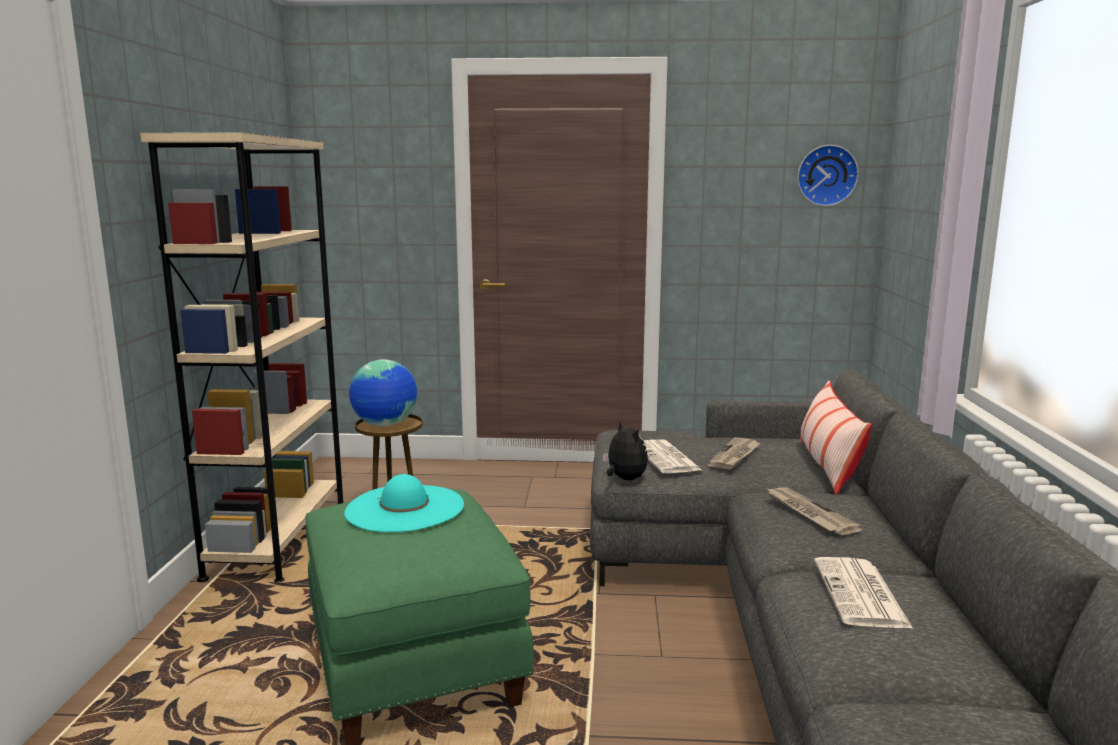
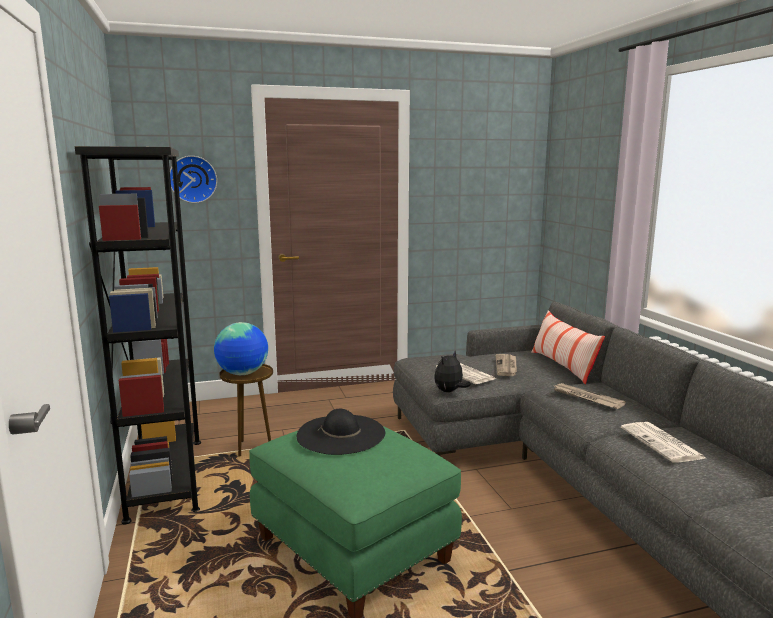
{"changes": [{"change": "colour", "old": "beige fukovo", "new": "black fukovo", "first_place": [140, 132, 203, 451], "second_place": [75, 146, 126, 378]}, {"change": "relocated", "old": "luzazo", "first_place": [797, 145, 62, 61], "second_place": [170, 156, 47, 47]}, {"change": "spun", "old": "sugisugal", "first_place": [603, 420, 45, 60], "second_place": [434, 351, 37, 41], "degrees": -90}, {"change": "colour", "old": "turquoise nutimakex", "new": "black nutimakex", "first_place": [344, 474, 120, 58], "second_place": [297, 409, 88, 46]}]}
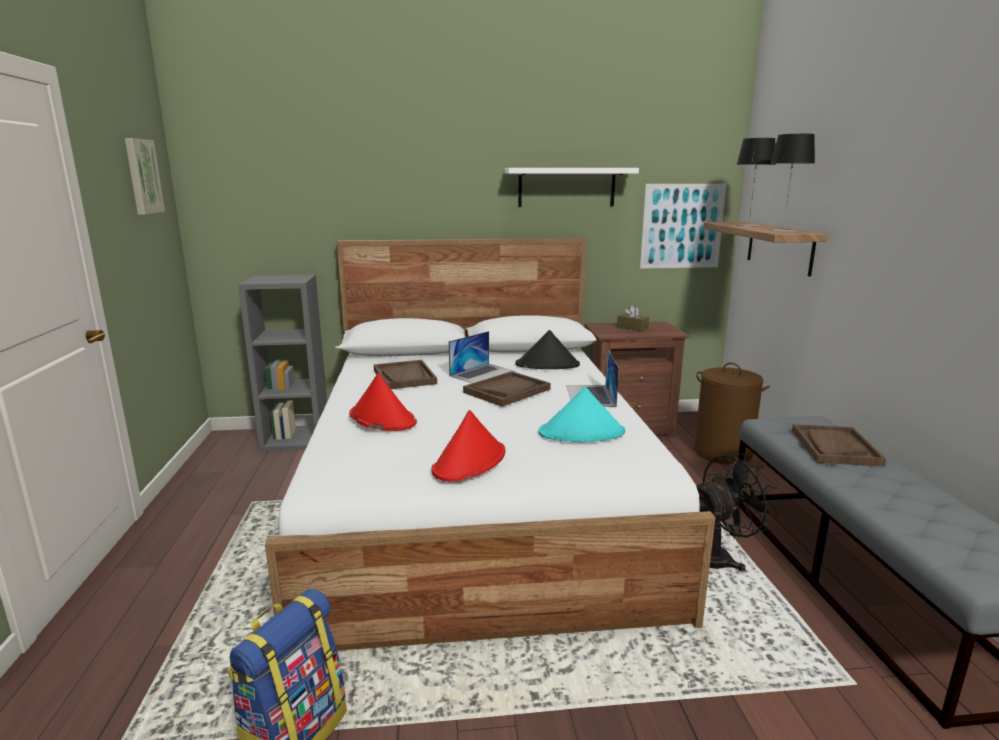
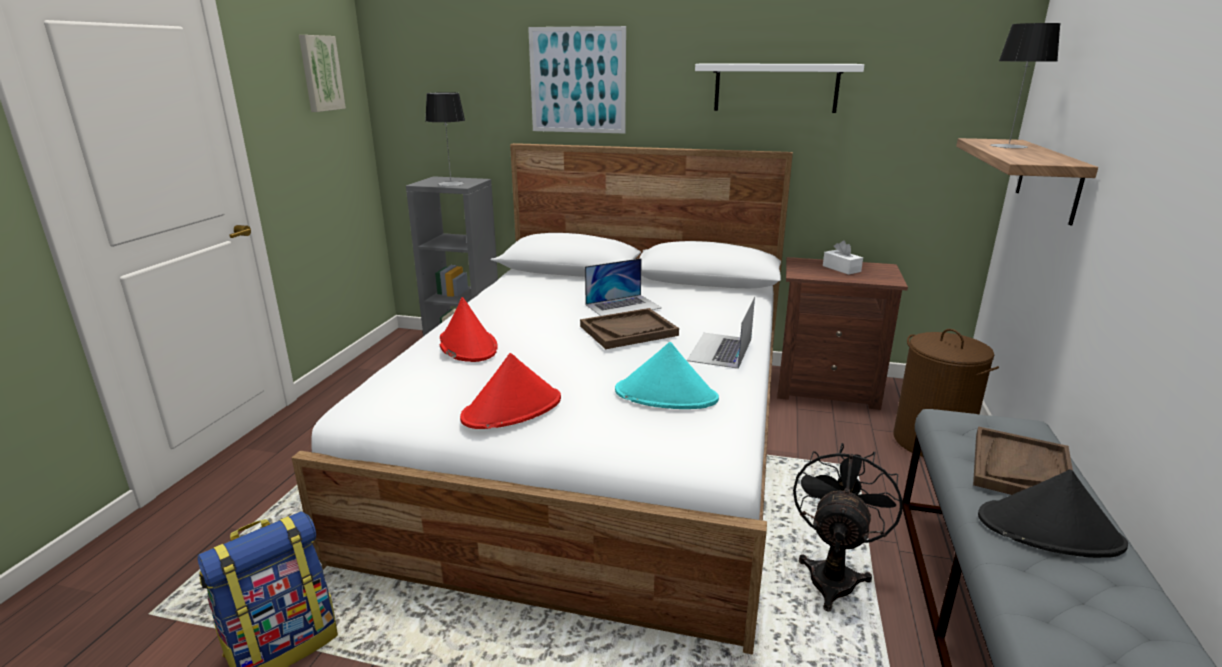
{"changes": [{"change": "relocated", "old": "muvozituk", "first_place": [770, 134, 45, 98], "second_place": [425, 92, 40, 94]}, {"change": "relocated", "old": "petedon", "first_place": [640, 184, 87, 85], "second_place": [528, 26, 98, 108]}, {"change": "colour", "old": "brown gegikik", "new": "white gegikik", "first_place": [617, 305, 32, 26], "second_place": [823, 241, 40, 34]}, {"change": "relocated", "old": "black nutimakex", "first_place": [515, 330, 65, 39], "second_place": [978, 469, 150, 89]}, {"change": "missing", "old": "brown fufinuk", "first_place": [374, 360, 63, 29]}, {"change": "spun", "old": "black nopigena", "first_place": [696, 453, 83, 119], "second_place": [793, 443, 110, 168], "degrees": -60}]}
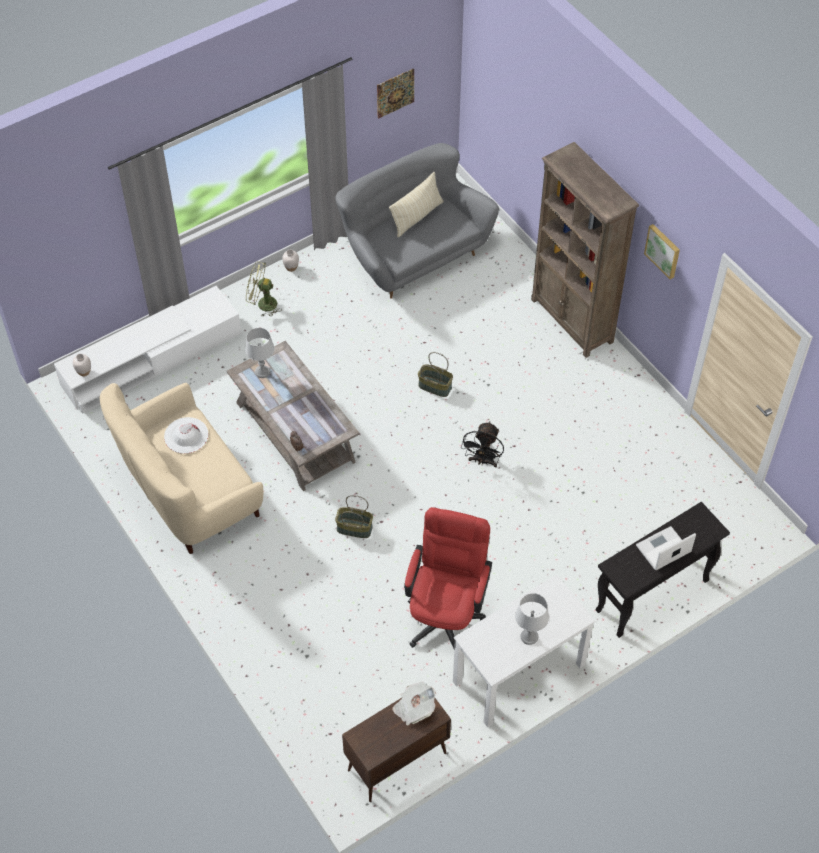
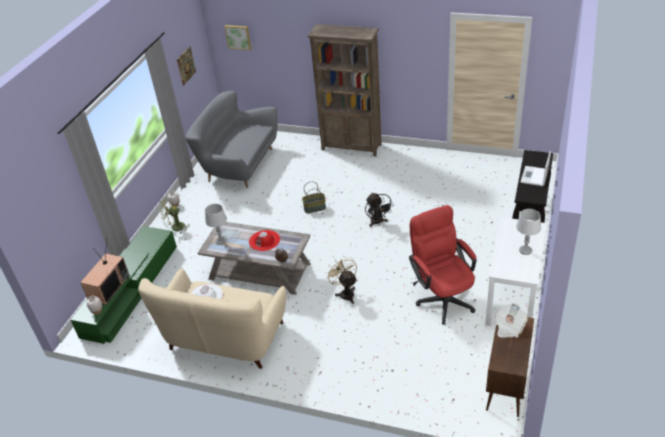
{"changes": [{"change": "missing", "old": "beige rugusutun", "first_place": [389, 172, 55, 65]}, {"change": "relocated", "old": "petedon", "first_place": [644, 224, 36, 55], "second_place": [224, 25, 27, 25]}, {"change": "colour", "old": "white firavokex", "new": "green firavokex", "first_place": [54, 286, 187, 127], "second_place": [71, 226, 106, 118]}, {"change": "exchanged", "old": "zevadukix", "new": "beige nopigena", "first_place": [335, 495, 38, 43], "second_place": [326, 256, 31, 48]}, {"change": "appeared", "new": "red nutimakex", "second_place": [249, 230, 31, 21]}, {"change": "appeared", "new": "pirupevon", "second_place": [80, 237, 49, 68]}]}
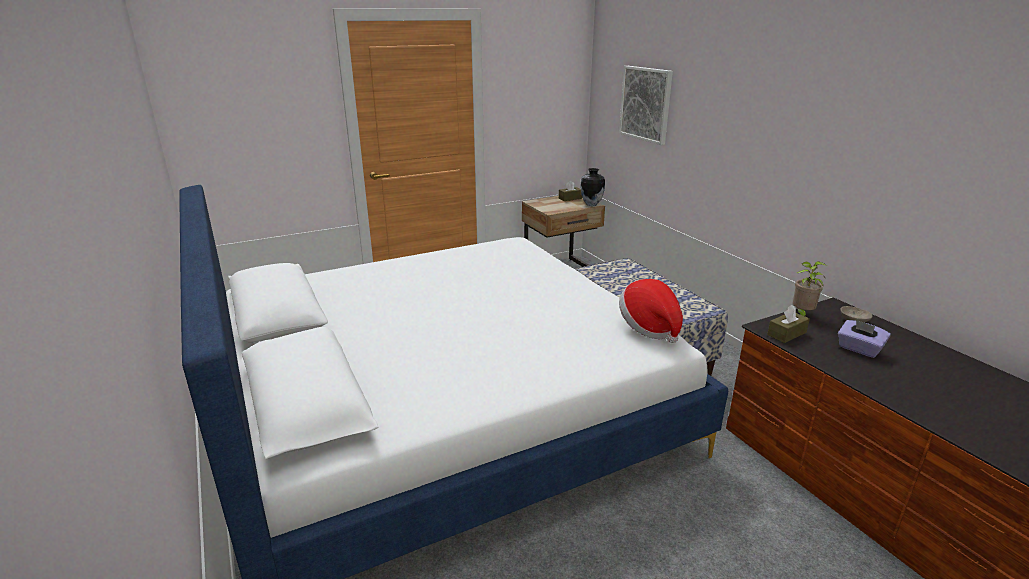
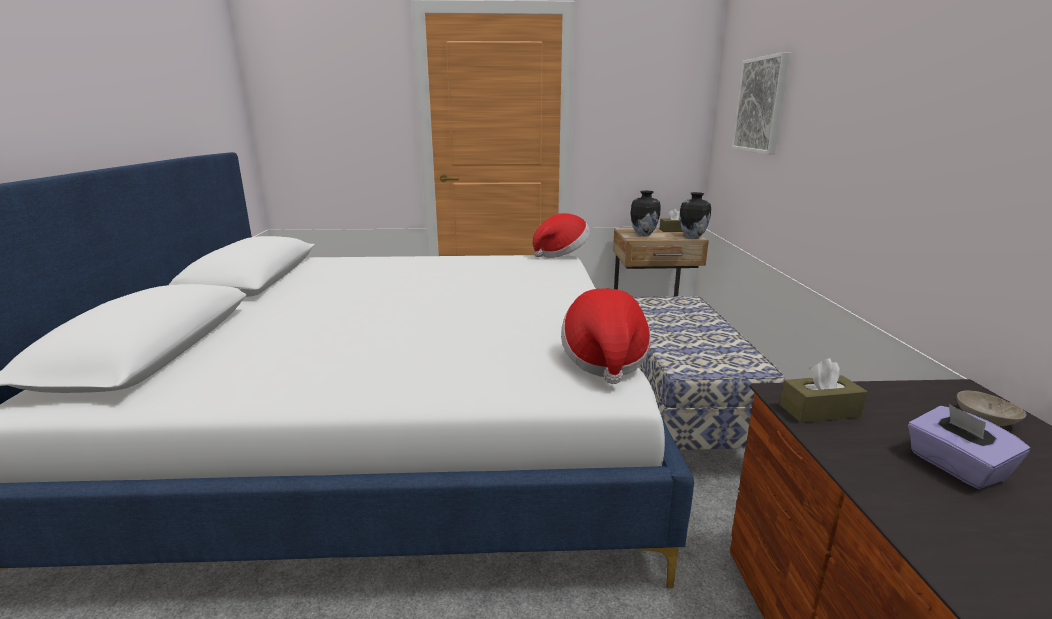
{"changes": [{"change": "missing", "old": "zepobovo", "first_place": [793, 261, 34, 55]}, {"change": "appeared", "new": "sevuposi", "second_place": [631, 191, 30, 45]}, {"change": "appeared", "new": "nutimakex", "second_place": [533, 213, 57, 45]}]}
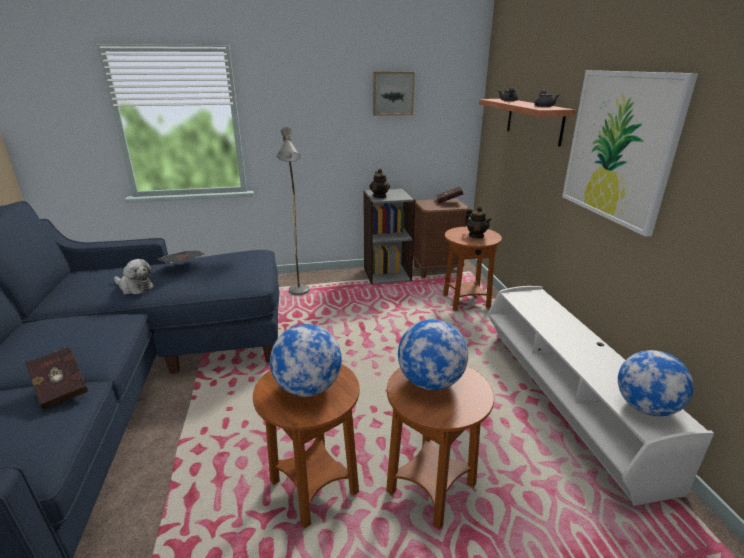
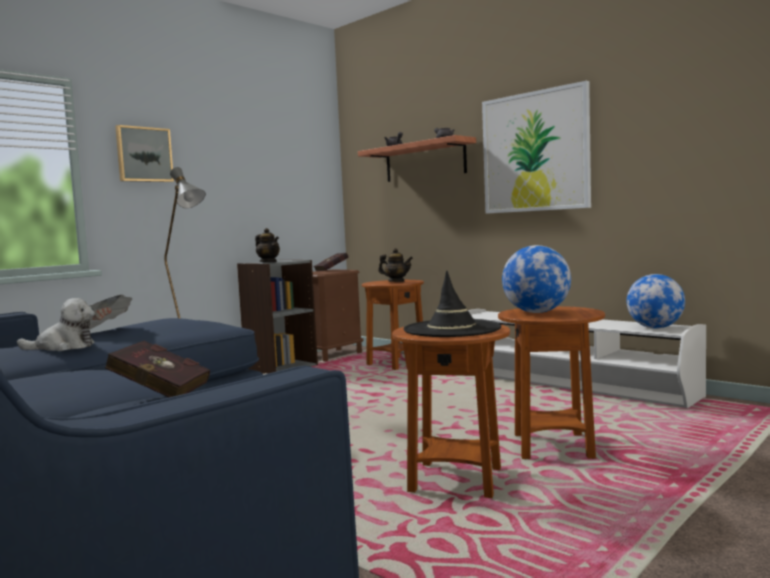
{"changes": [{"change": "relocated", "old": "petedon", "first_place": [373, 72, 42, 44], "second_place": [115, 125, 59, 57]}, {"change": "exchanged", "old": "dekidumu", "new": "black nutimakex", "first_place": [270, 324, 72, 73], "second_place": [404, 271, 97, 66]}]}
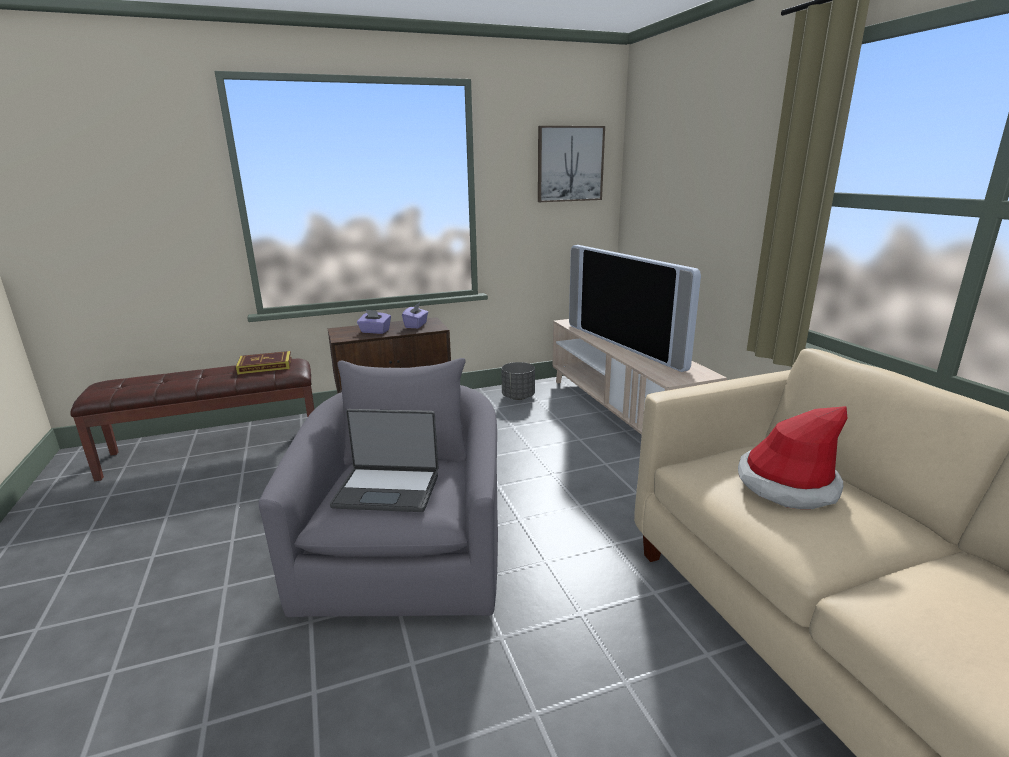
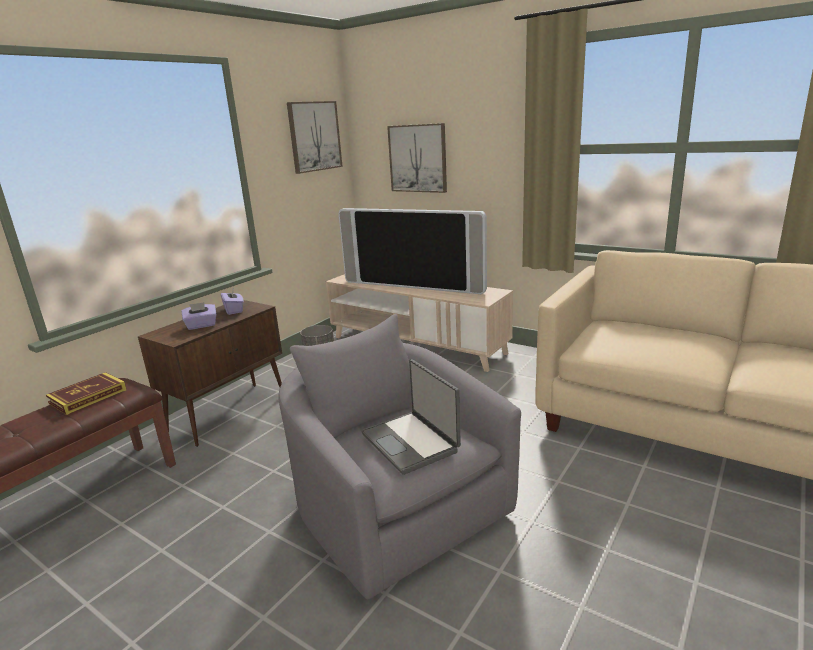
{"changes": [{"change": "missing", "old": "nutimakex", "first_place": [738, 406, 109, 103]}, {"change": "spun", "old": "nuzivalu", "first_place": [330, 409, 108, 103], "second_place": [361, 359, 100, 116], "degrees": 90}, {"change": "appeared", "new": "petedon", "second_place": [387, 123, 60, 70]}]}
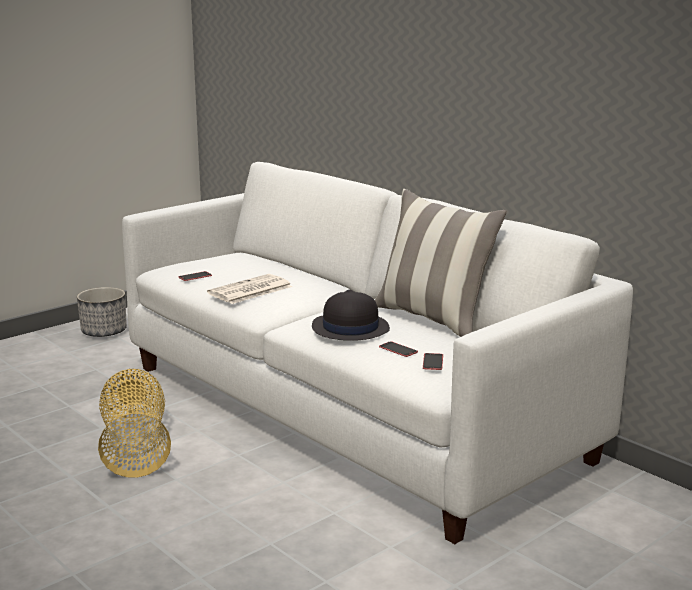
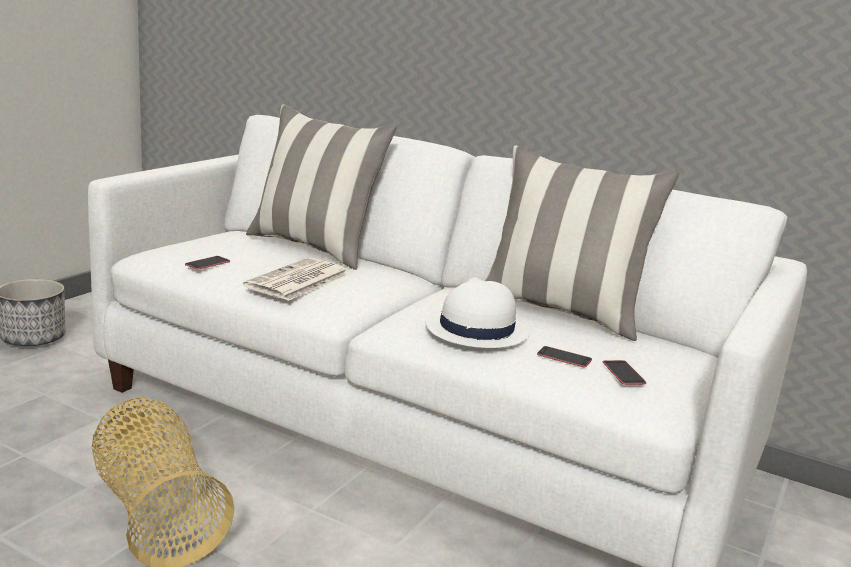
{"changes": [{"change": "colour", "old": "black nutimakex", "new": "white nutimakex", "first_place": [312, 289, 78, 52], "second_place": [425, 277, 104, 71]}, {"change": "appeared", "new": "rugusutun", "second_place": [246, 104, 151, 166]}]}
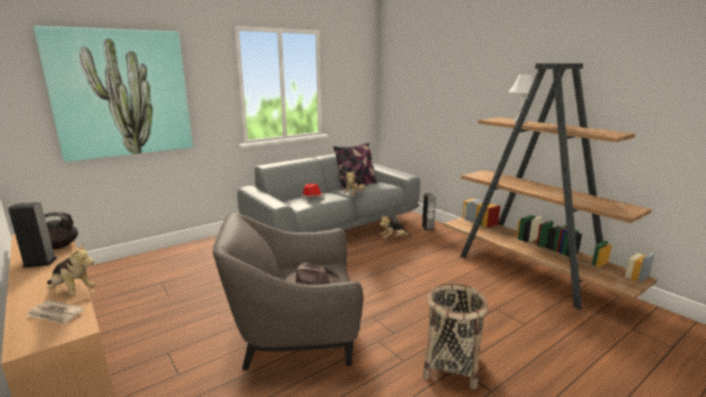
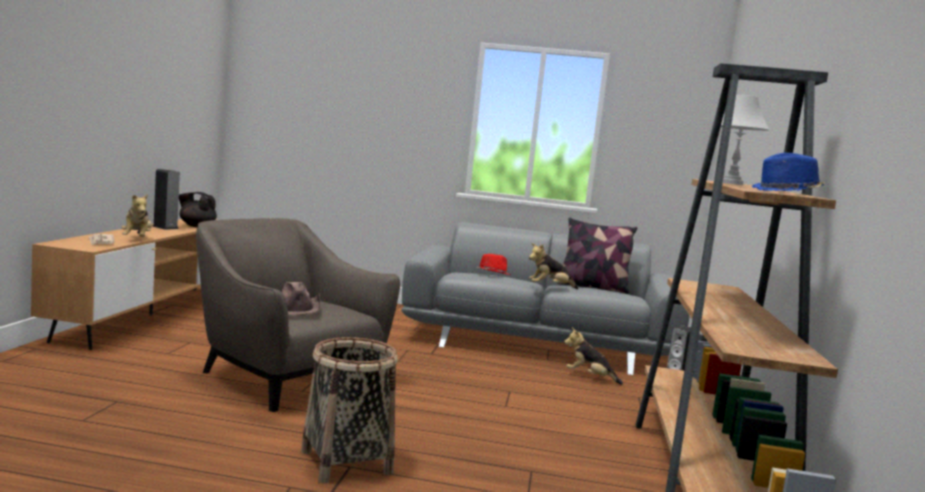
{"changes": [{"change": "missing", "old": "petedon", "first_place": [33, 26, 160, 136]}, {"change": "appeared", "new": "blue nutimakex", "second_place": [752, 153, 72, 38]}]}
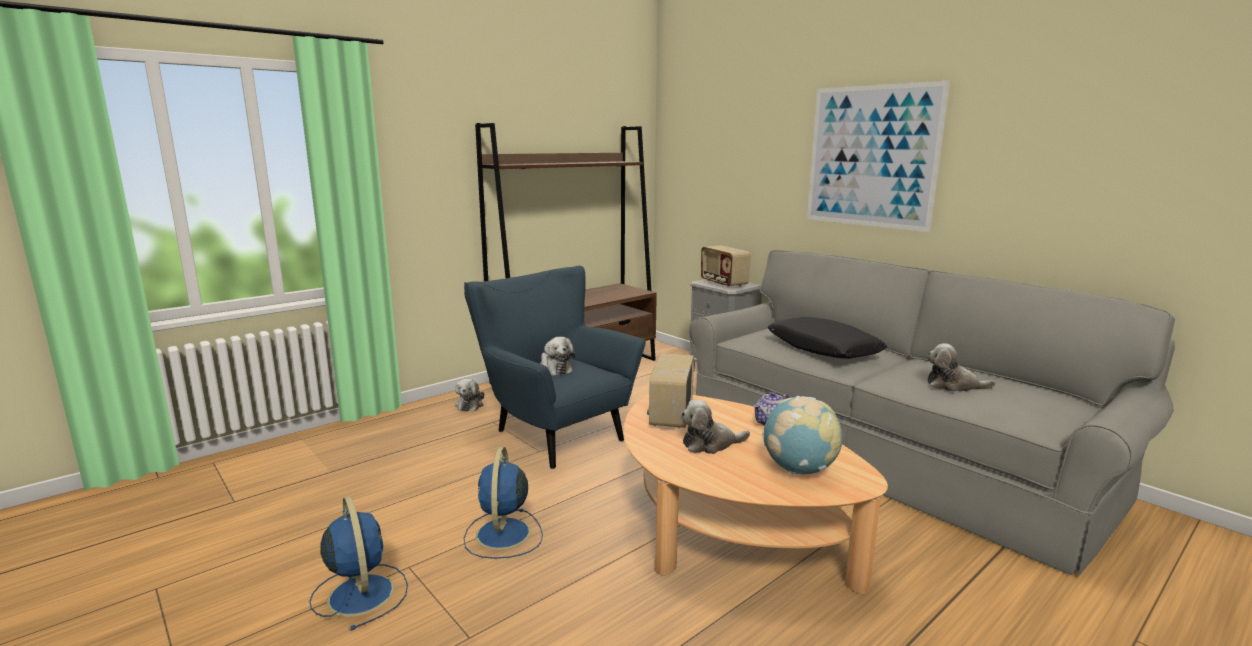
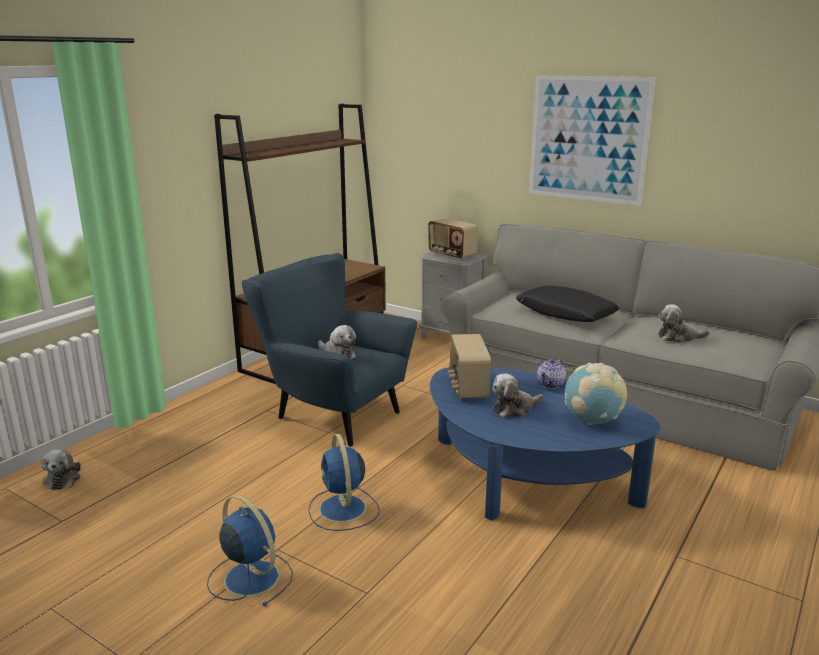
{"changes": [{"change": "relocated", "old": "sugisugal", "first_place": [455, 379, 29, 32], "second_place": [41, 450, 40, 40]}, {"change": "colour", "old": "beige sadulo", "new": "blue sadulo", "first_place": [623, 395, 265, 200], "second_place": [430, 367, 231, 153]}]}
